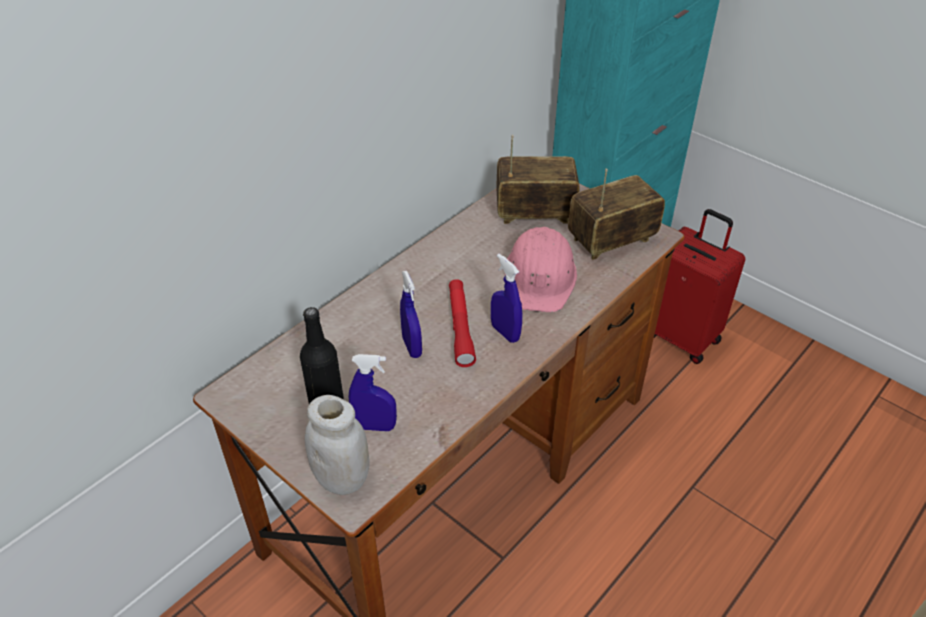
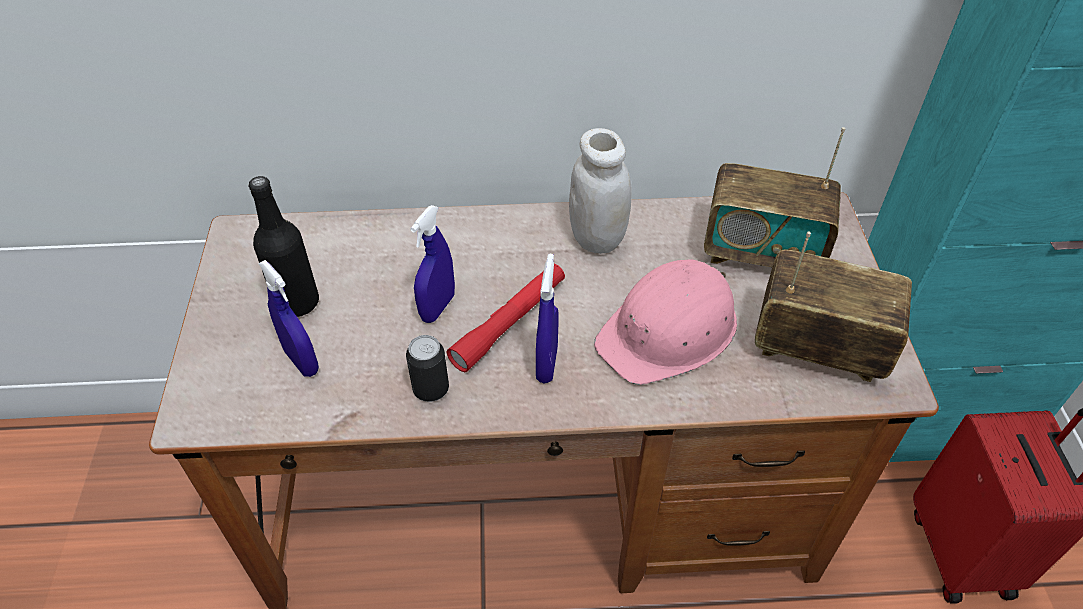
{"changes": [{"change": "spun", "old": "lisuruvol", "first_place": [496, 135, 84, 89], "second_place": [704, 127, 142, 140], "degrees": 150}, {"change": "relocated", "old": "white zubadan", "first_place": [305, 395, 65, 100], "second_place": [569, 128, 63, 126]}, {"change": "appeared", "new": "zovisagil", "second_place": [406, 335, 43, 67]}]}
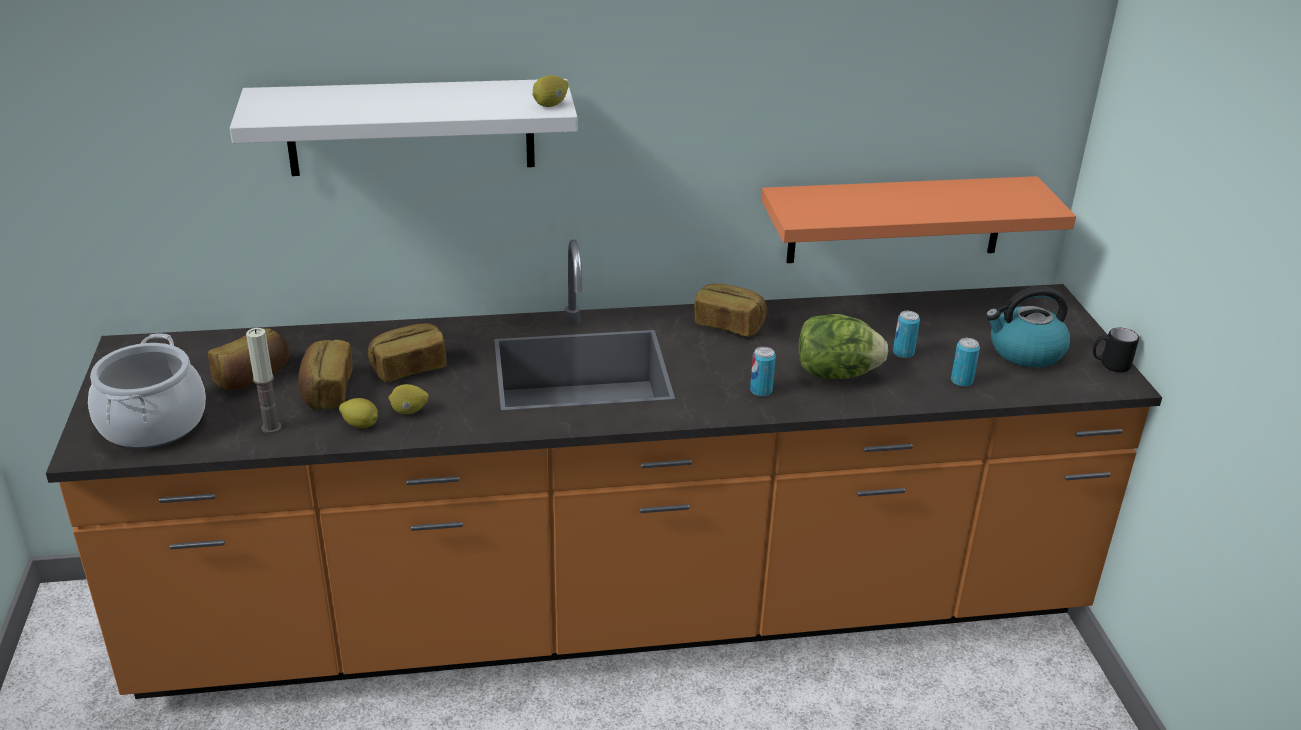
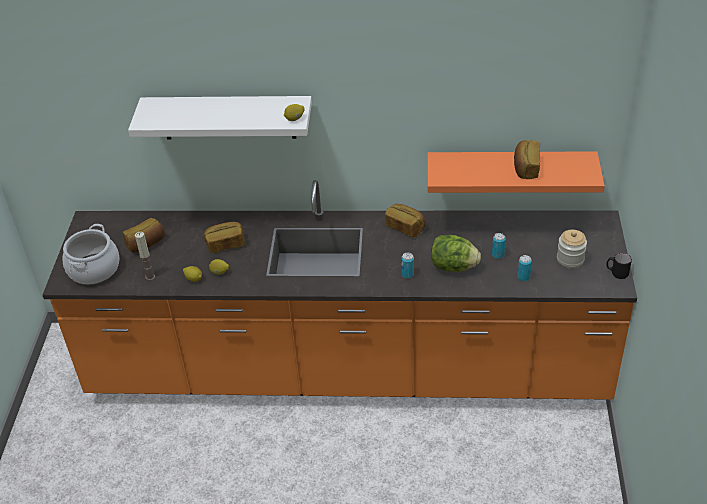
{"changes": [{"change": "exchanged", "old": "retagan", "new": "zubadan", "first_place": [985, 286, 85, 81], "second_place": [557, 230, 30, 38]}, {"change": "relocated", "old": "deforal", "first_place": [298, 340, 55, 69], "second_place": [514, 140, 26, 39]}]}
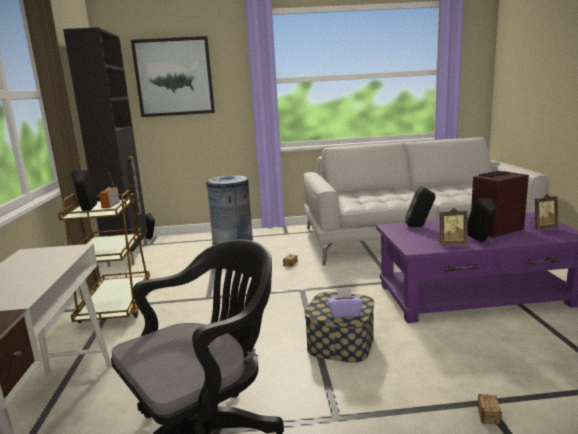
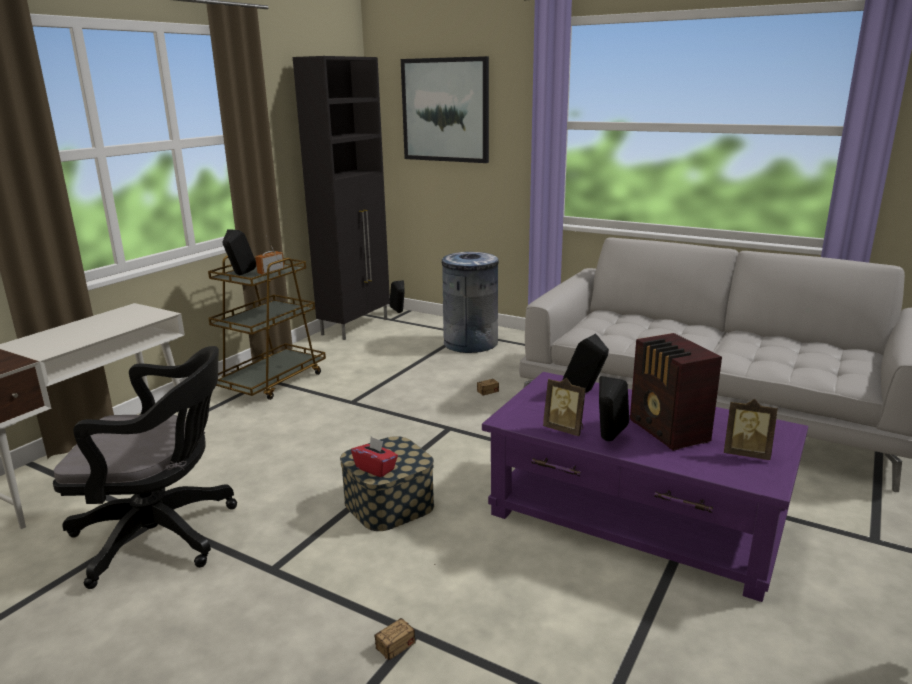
{"changes": [{"change": "spun", "old": "lisuruvol", "first_place": [471, 171, 58, 67], "second_place": [630, 333, 92, 118], "degrees": -120}, {"change": "colour", "old": "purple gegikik", "new": "red gegikik", "first_place": [328, 289, 35, 29], "second_place": [351, 437, 47, 40]}]}
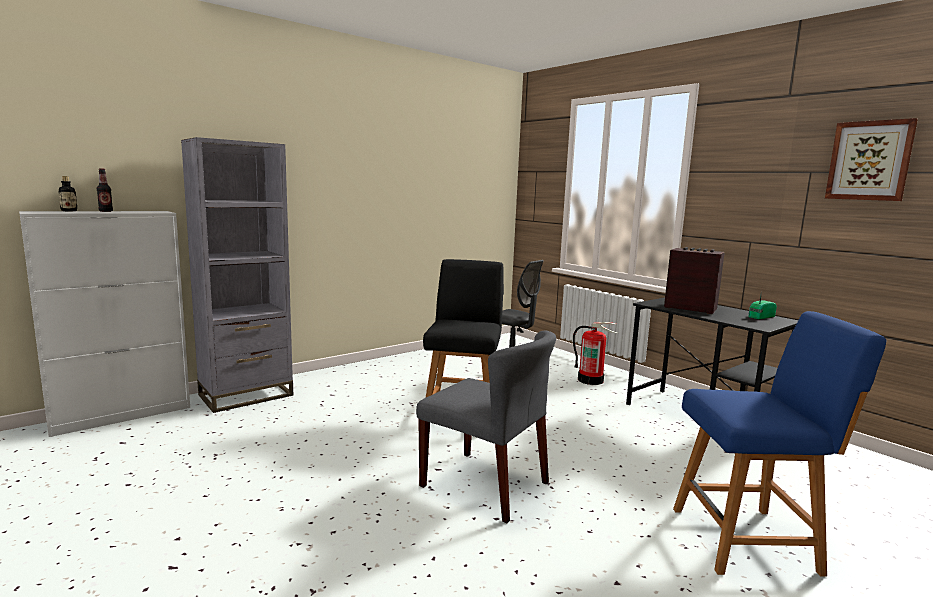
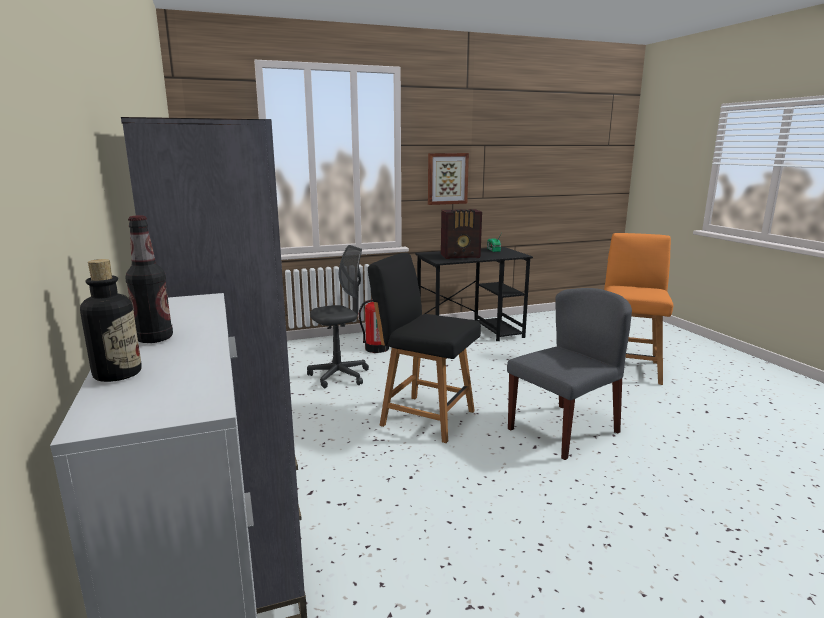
{"changes": [{"change": "relocated", "old": "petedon", "first_place": [825, 118, 93, 83], "second_place": [428, 153, 41, 52]}, {"change": "spun", "old": "lisuruvol", "first_place": [664, 247, 61, 67], "second_place": [441, 209, 41, 50], "degrees": -150}, {"change": "colour", "old": "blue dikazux", "new": "orange dikazux", "first_place": [673, 311, 214, 266], "second_place": [604, 233, 69, 152]}]}
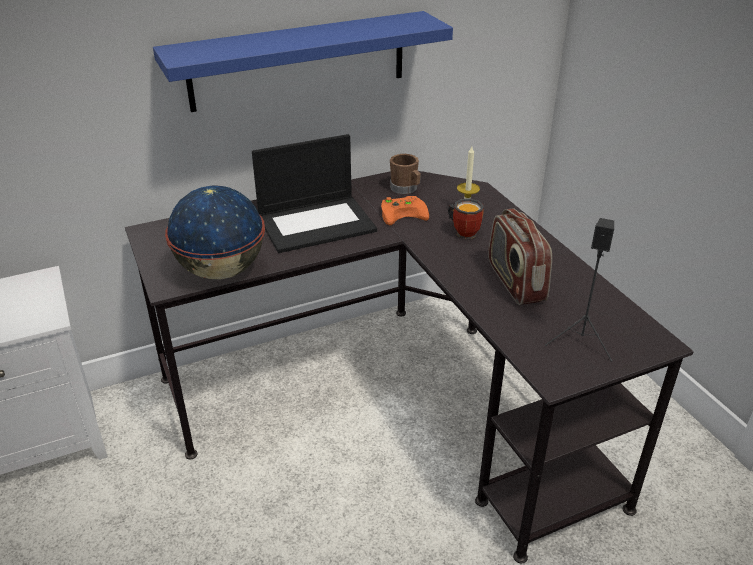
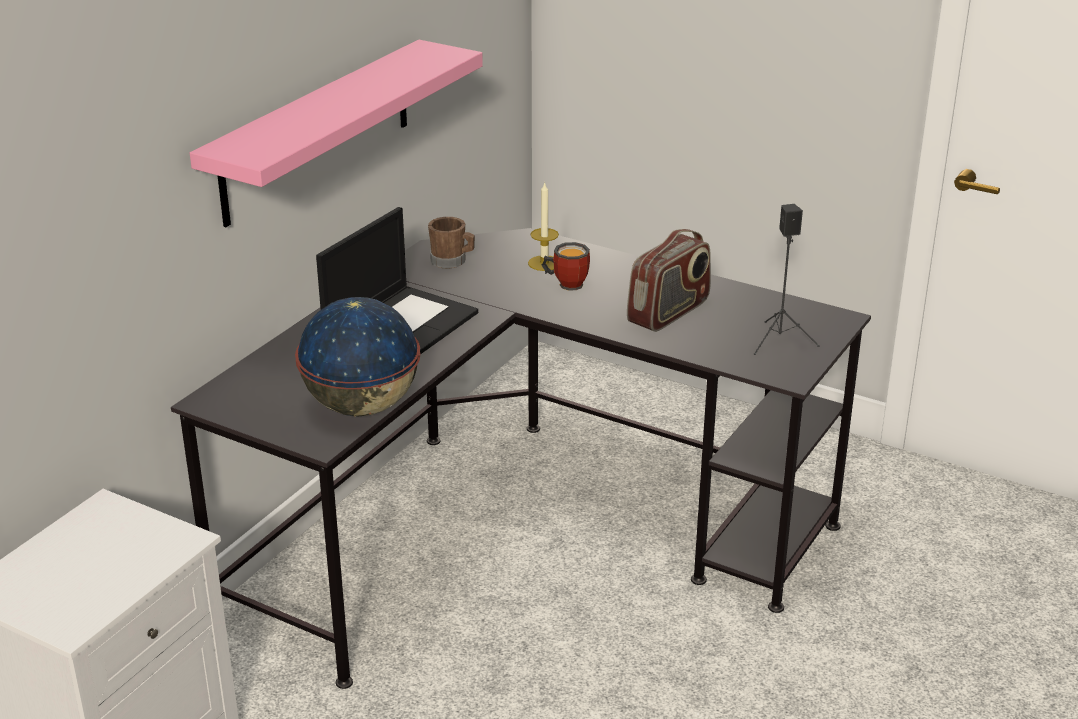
{"changes": [{"change": "colour", "old": "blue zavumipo", "new": "pink zavumipo", "first_place": [153, 11, 300, 101], "second_place": [190, 40, 293, 187]}, {"change": "missing", "old": "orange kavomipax", "first_place": [381, 196, 48, 29]}, {"change": "spun", "old": "lisuruvol", "first_place": [488, 208, 64, 97], "second_place": [627, 229, 84, 103], "degrees": -90}]}
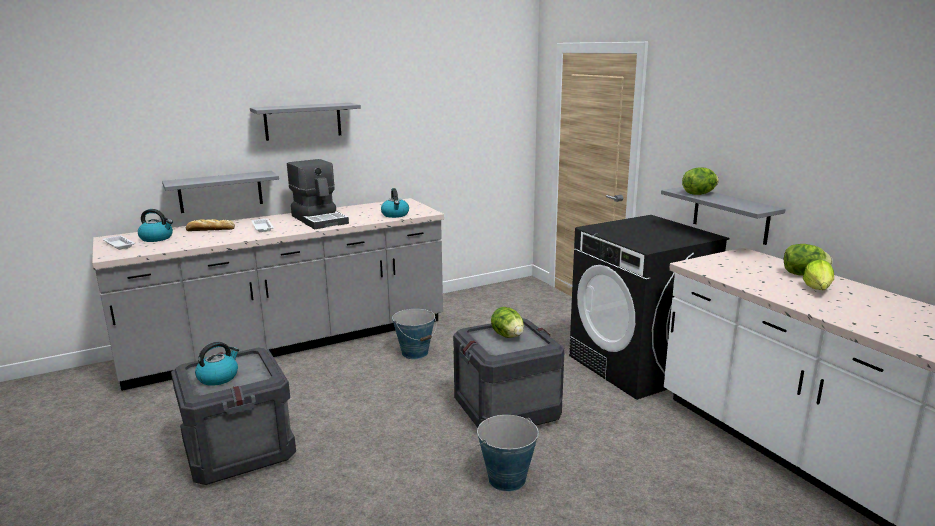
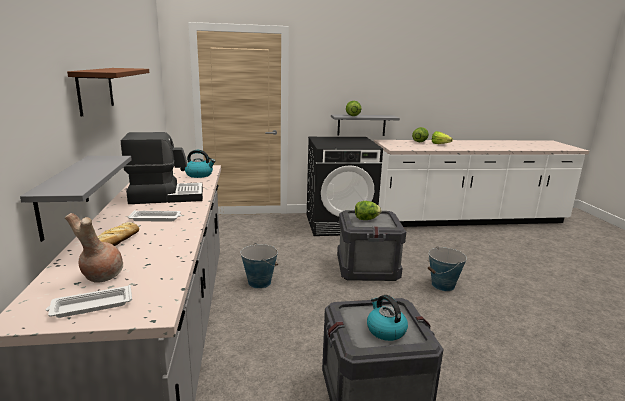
{"changes": [{"change": "colour", "old": "grey zavumipo", "new": "brown zavumipo", "first_place": [250, 103, 111, 38], "second_place": [67, 68, 82, 49]}, {"change": "exchanged", "old": "retagan", "new": "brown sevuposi", "first_place": [138, 209, 35, 33], "second_place": [65, 213, 58, 70]}]}
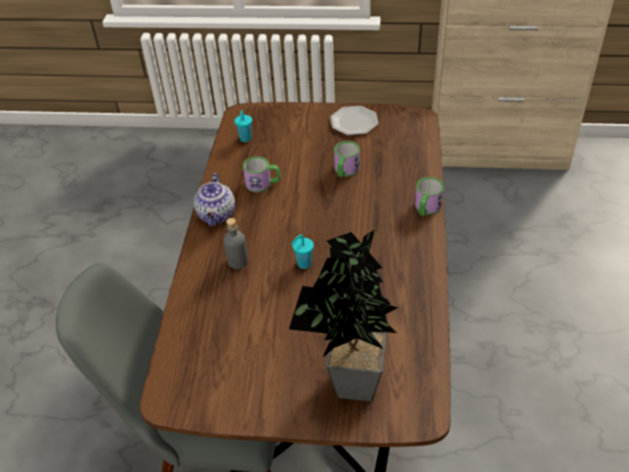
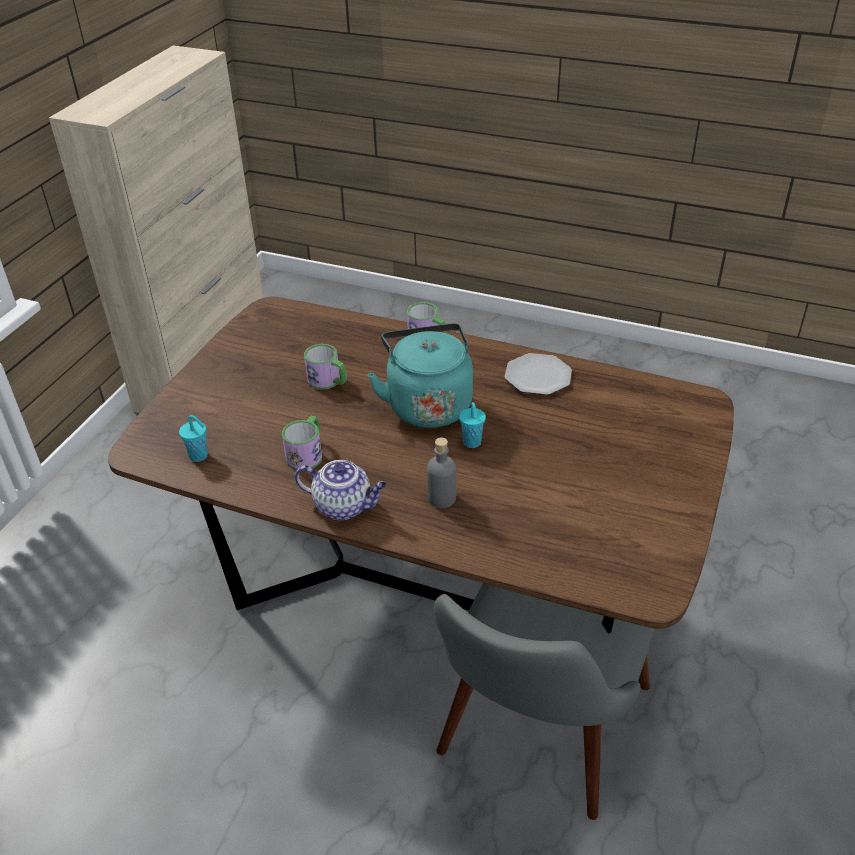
{"changes": [{"change": "relocated", "old": "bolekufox", "first_place": [330, 106, 49, 29], "second_place": [505, 353, 67, 42]}, {"change": "missing", "old": "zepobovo", "first_place": [289, 230, 109, 171]}, {"change": "appeared", "new": "turquoise retagan", "second_place": [368, 323, 105, 105]}]}
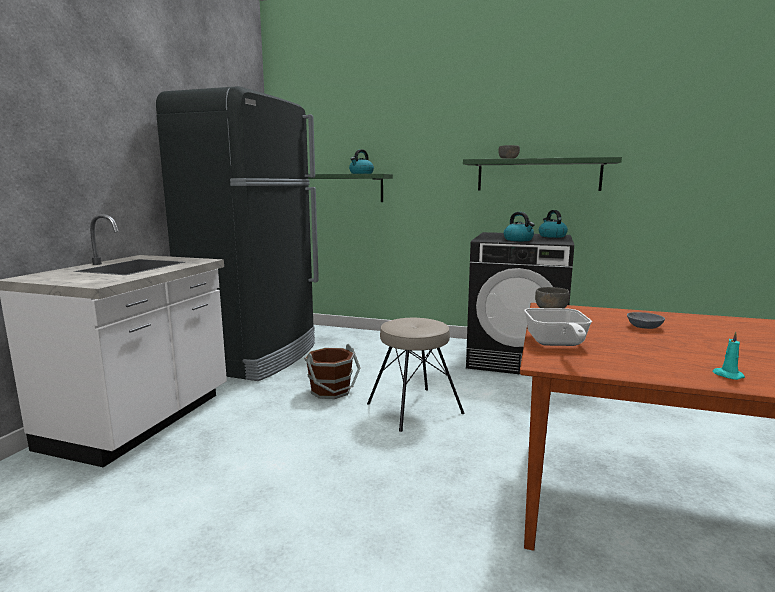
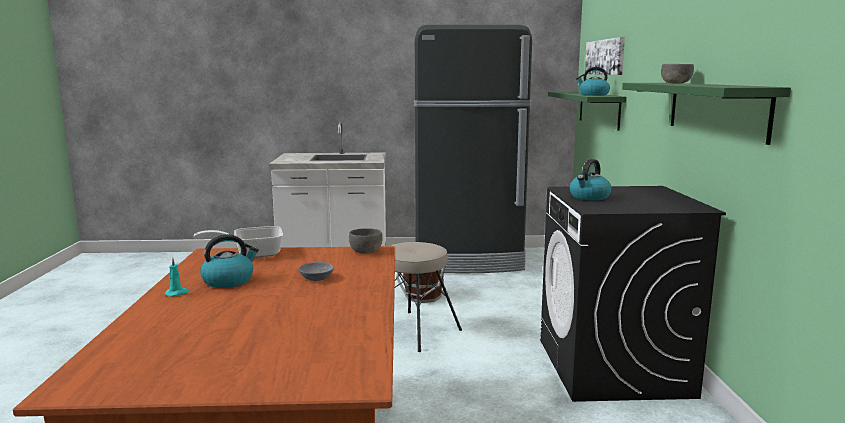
{"changes": [{"change": "relocated", "old": "retagan", "first_place": [539, 210, 29, 28], "second_place": [200, 234, 59, 54]}, {"change": "appeared", "new": "petedon", "second_place": [585, 37, 40, 38]}]}
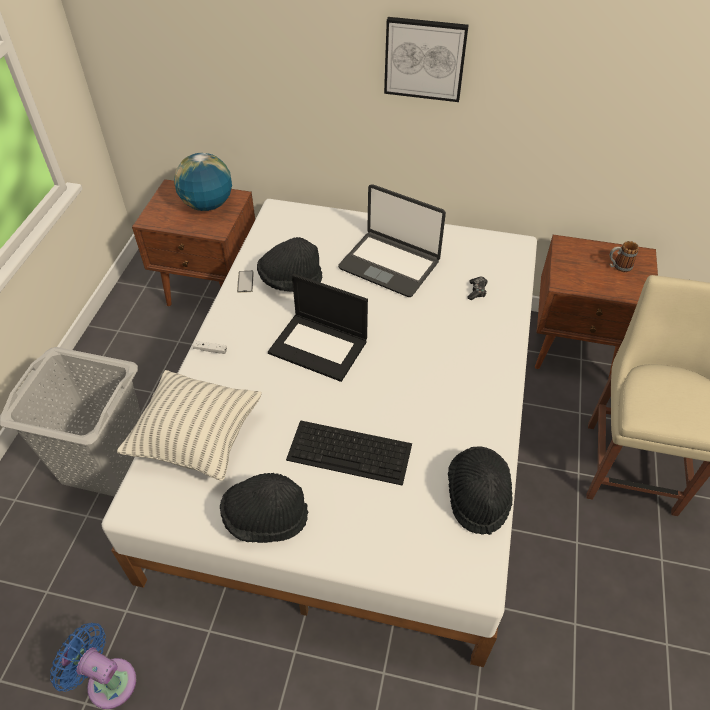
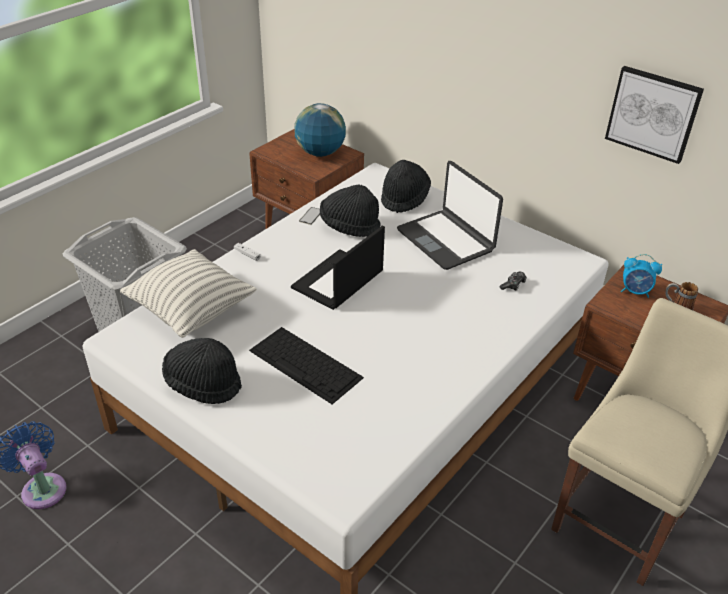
{"changes": [{"change": "relocated", "old": "petedon", "first_place": [384, 17, 85, 85], "second_place": [605, 66, 99, 98]}, {"change": "spun", "old": "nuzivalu", "first_place": [268, 274, 100, 108], "second_place": [291, 225, 94, 85], "degrees": 75}, {"change": "relocated", "old": "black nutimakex", "first_place": [448, 446, 65, 89], "second_place": [381, 160, 50, 53]}, {"change": "appeared", "new": "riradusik", "second_place": [621, 254, 41, 44]}]}
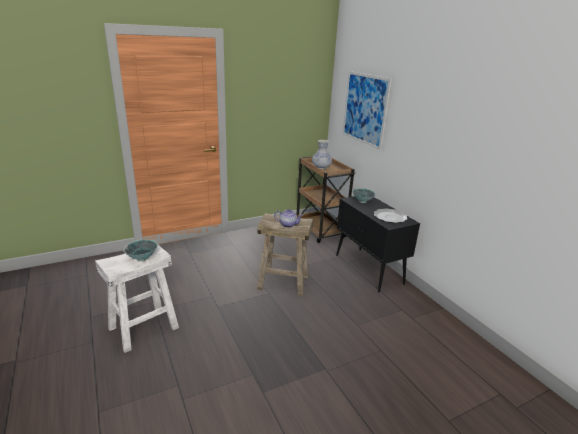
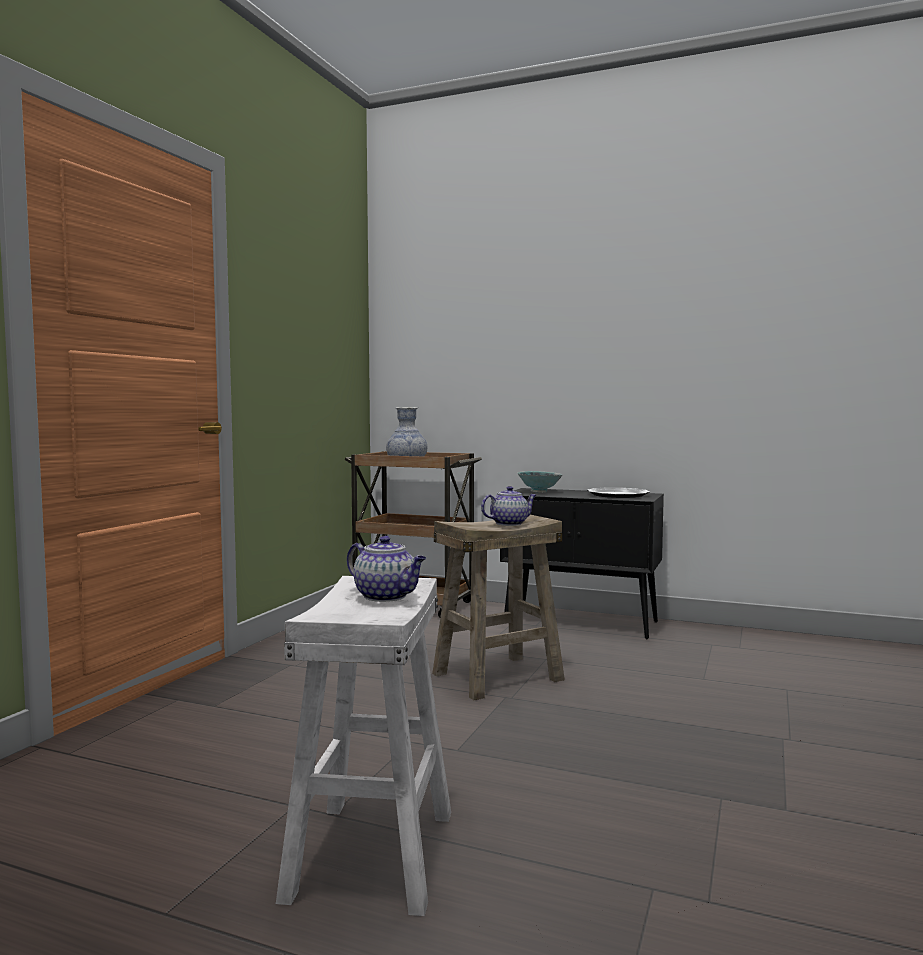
{"changes": [{"change": "missing", "old": "petedon", "first_place": [342, 71, 50, 79]}, {"change": "exchanged", "old": "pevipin", "new": "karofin", "first_place": [123, 239, 35, 23], "second_place": [347, 536, 79, 66]}]}
